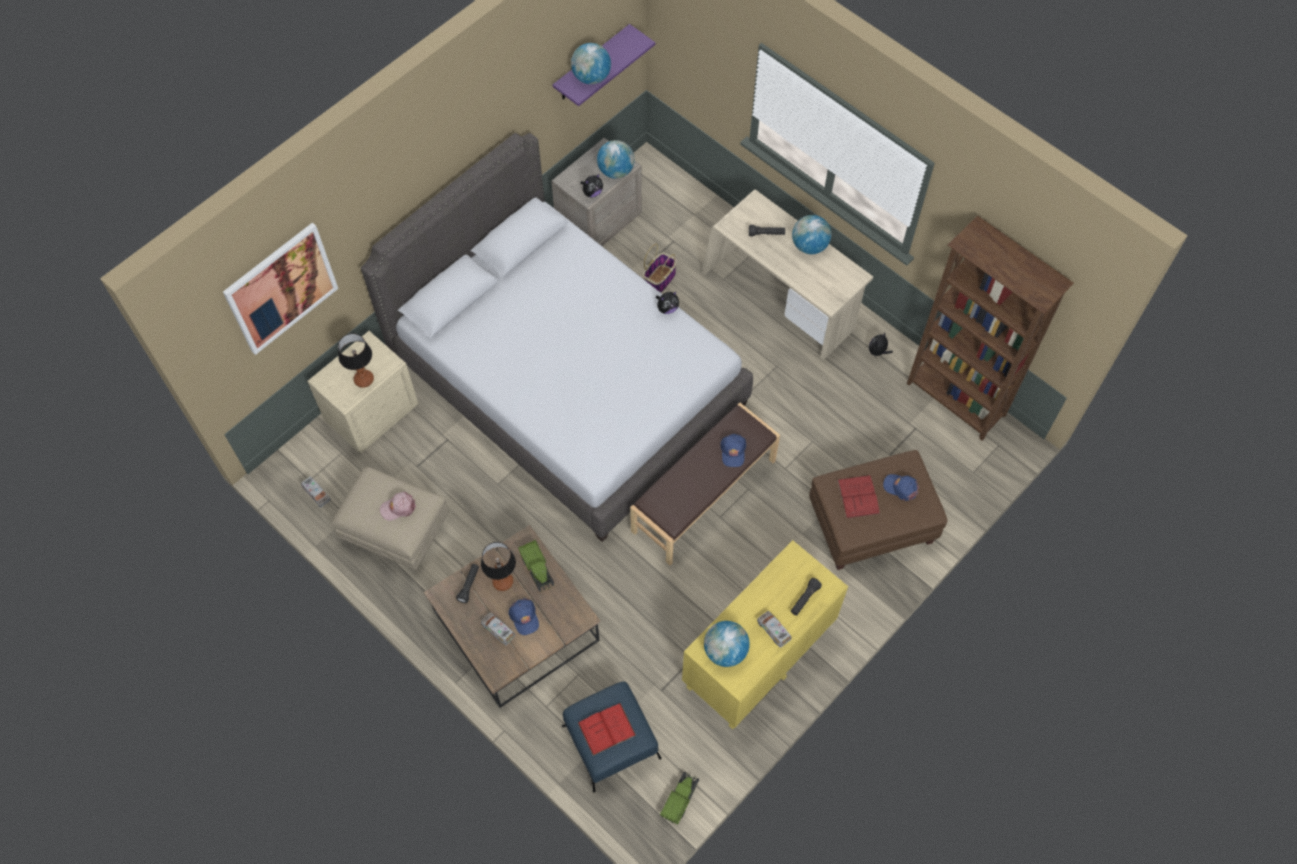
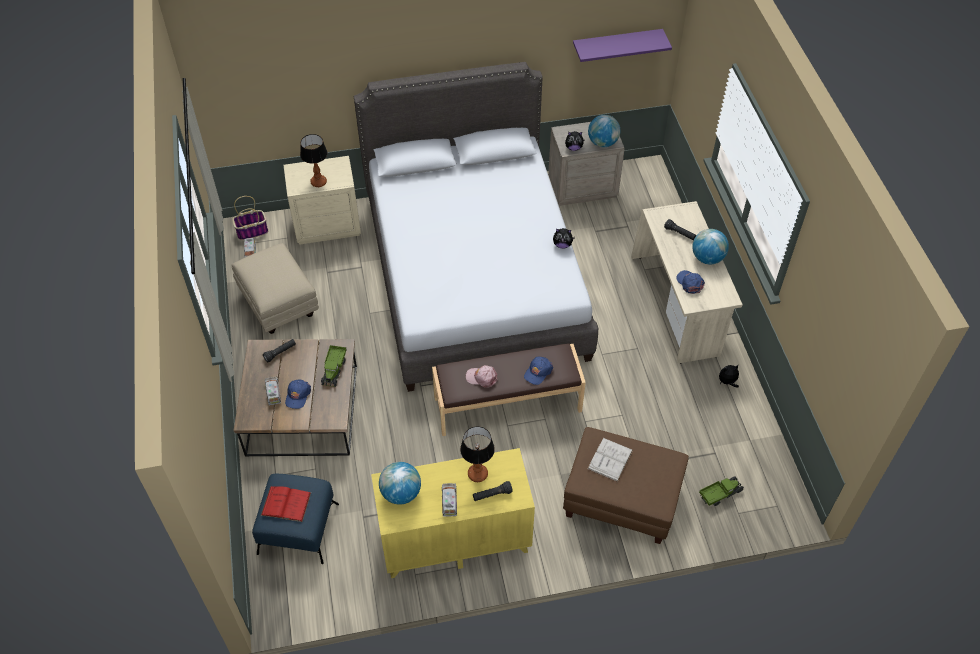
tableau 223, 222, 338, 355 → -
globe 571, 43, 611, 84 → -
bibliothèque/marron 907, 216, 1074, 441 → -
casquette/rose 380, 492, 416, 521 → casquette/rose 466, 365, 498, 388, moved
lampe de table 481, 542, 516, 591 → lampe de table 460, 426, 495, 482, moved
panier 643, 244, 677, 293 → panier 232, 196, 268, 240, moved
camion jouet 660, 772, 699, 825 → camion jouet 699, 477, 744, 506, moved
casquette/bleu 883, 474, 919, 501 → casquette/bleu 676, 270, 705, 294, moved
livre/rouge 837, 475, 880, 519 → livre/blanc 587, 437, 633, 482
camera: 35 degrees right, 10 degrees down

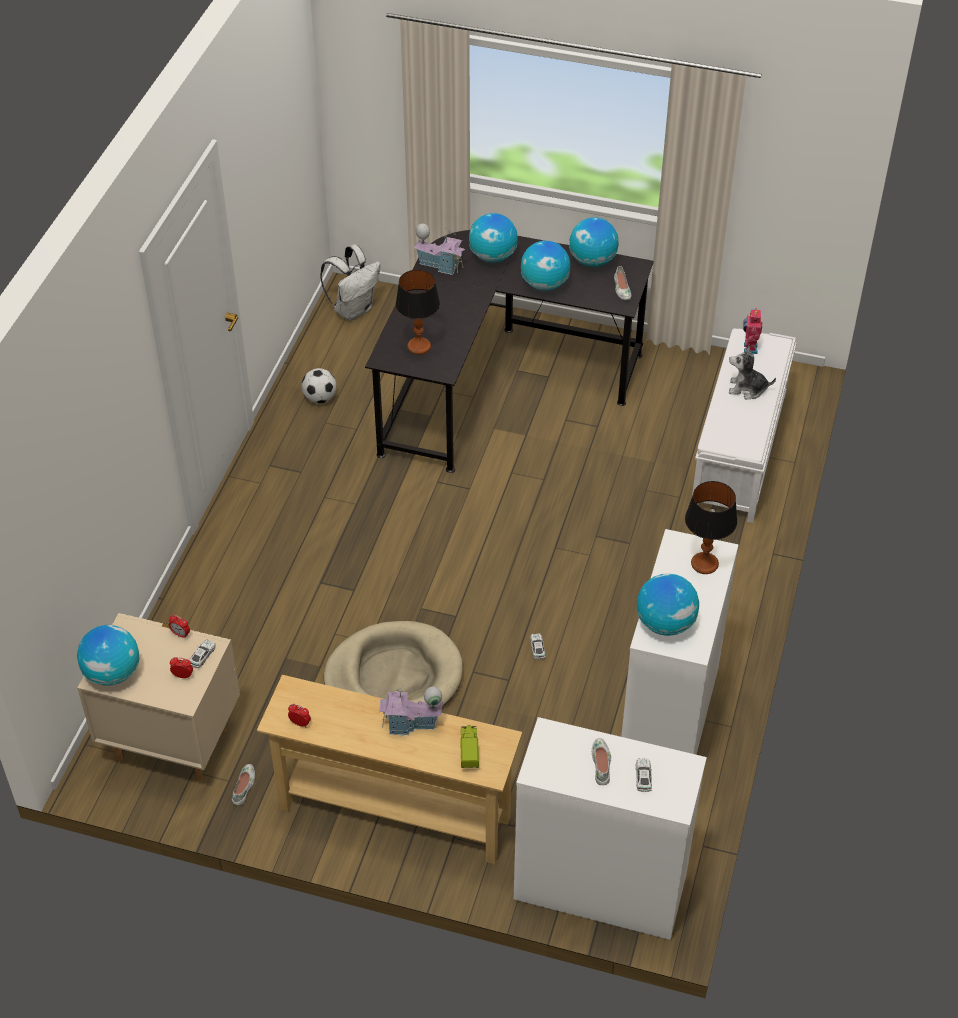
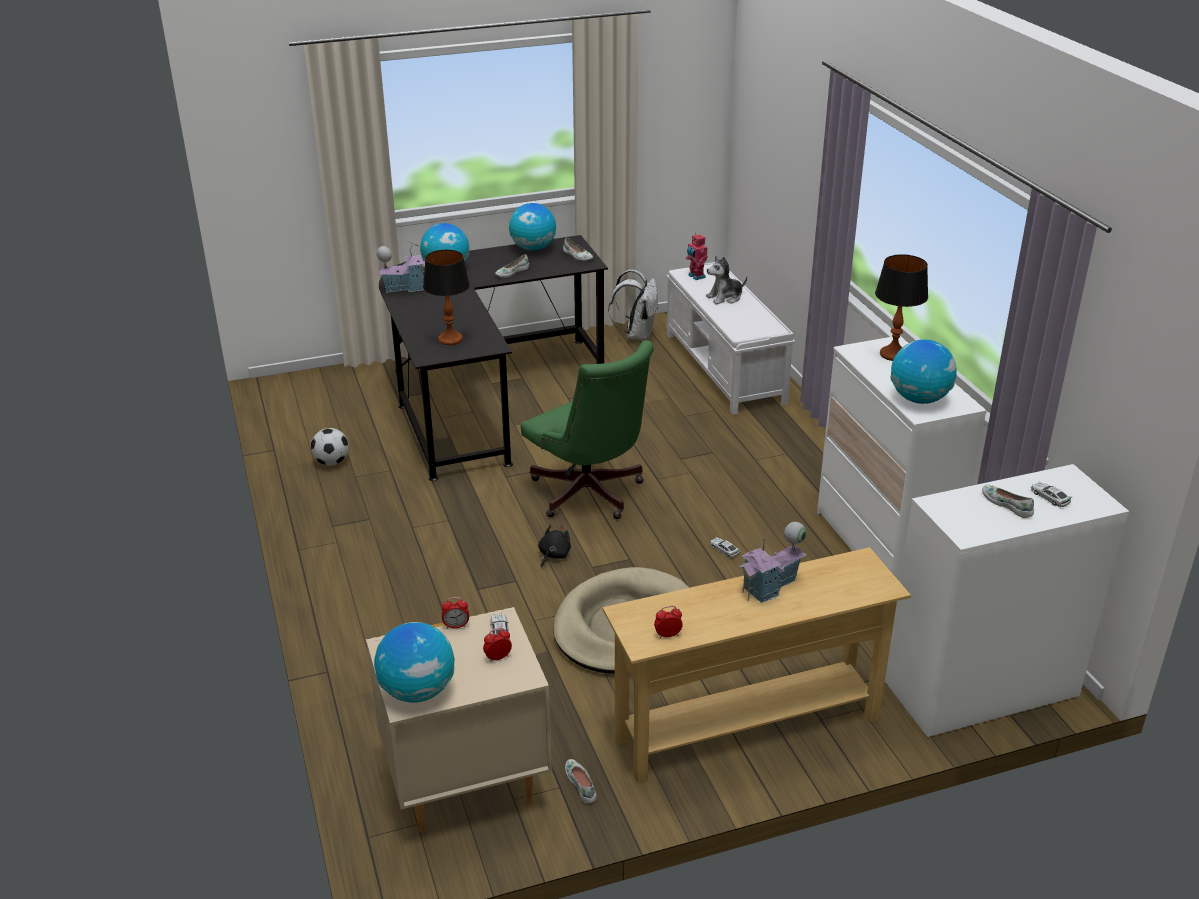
camion jouet 460, 725, 479, 768 → -
- → chaise de bureau/vert 521, 340, 654, 519
- → peluche/noir 538, 525, 571, 567
sac à dos/blanc 320, 244, 381, 320 → sac à dos/blanc 609, 269, 658, 341, moved
globe 521, 241, 570, 291 → chaussure/blanc 495, 254, 529, 277
camera: 35 degrees left, 15 degrees down

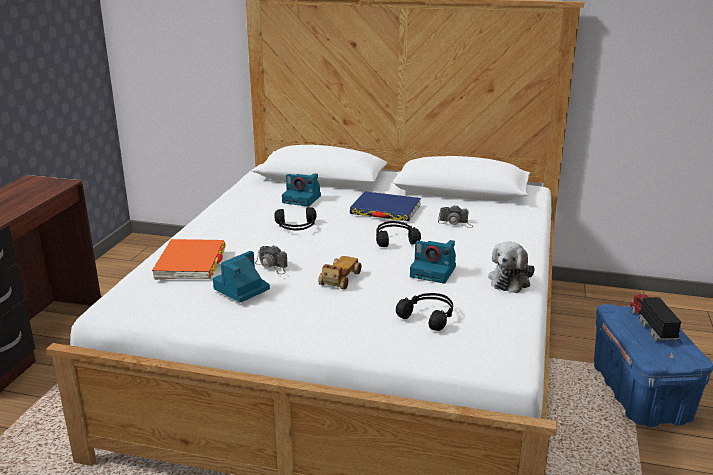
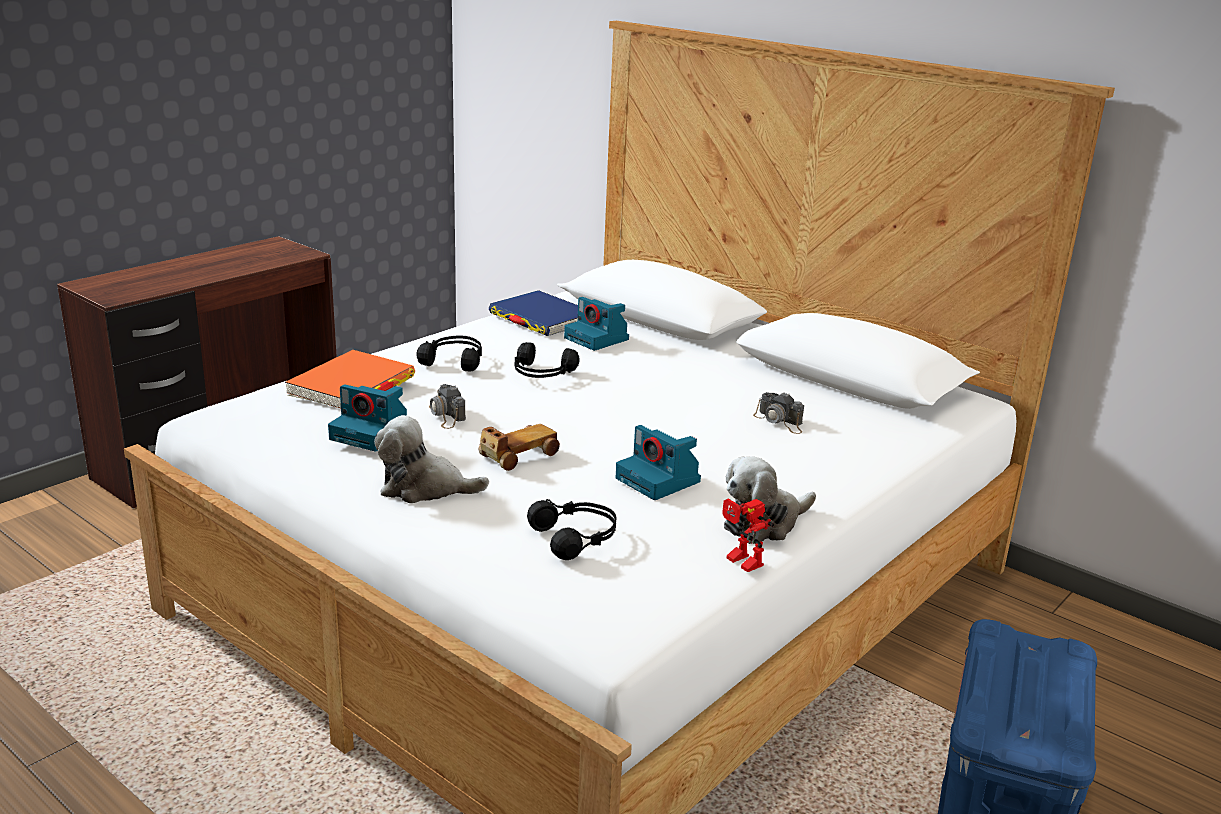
camion jouet 629, 292, 681, 342 → -
- → peluche 374, 415, 489, 503
- → robot jouet 722, 499, 774, 572
livre/bleu 350, 191, 421, 221 → livre/bleu 489, 290, 578, 336, moved
casque audio/noir 376, 221, 421, 247 → casque audio/noir 417, 336, 482, 371, moved
appareil photo 213, 251, 270, 303 → appareil photo 328, 384, 407, 451, 135 degrees counterclockwise
camera: 25 degrees right, 0 degrees up

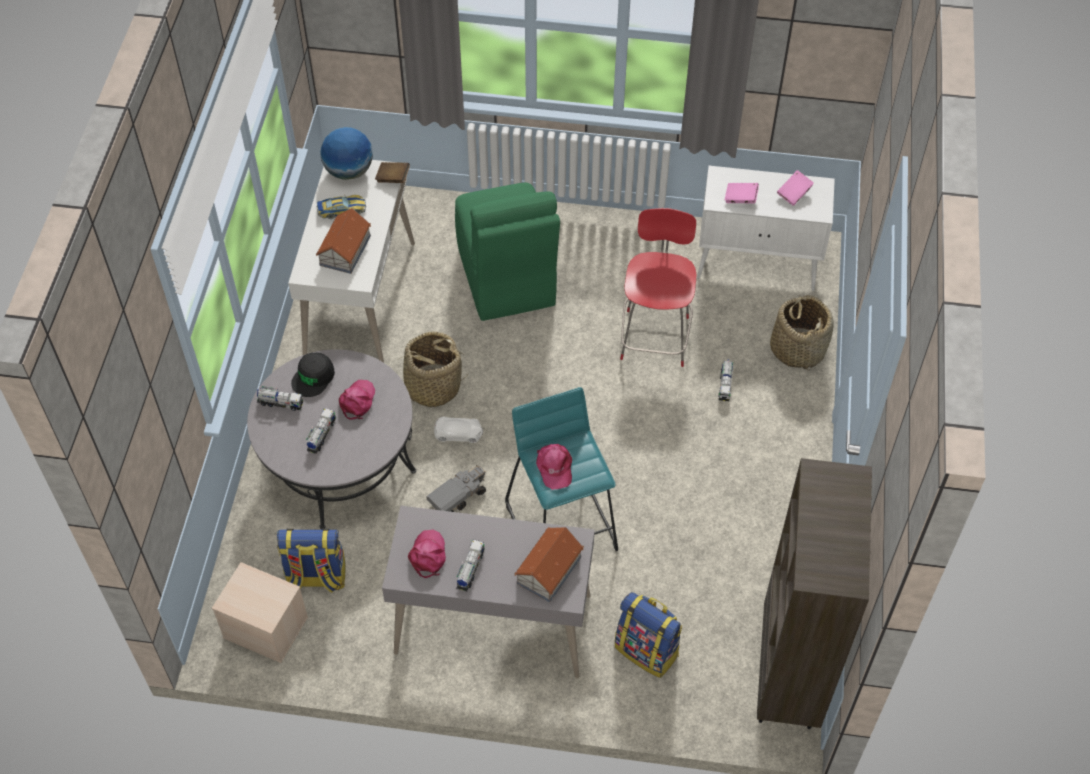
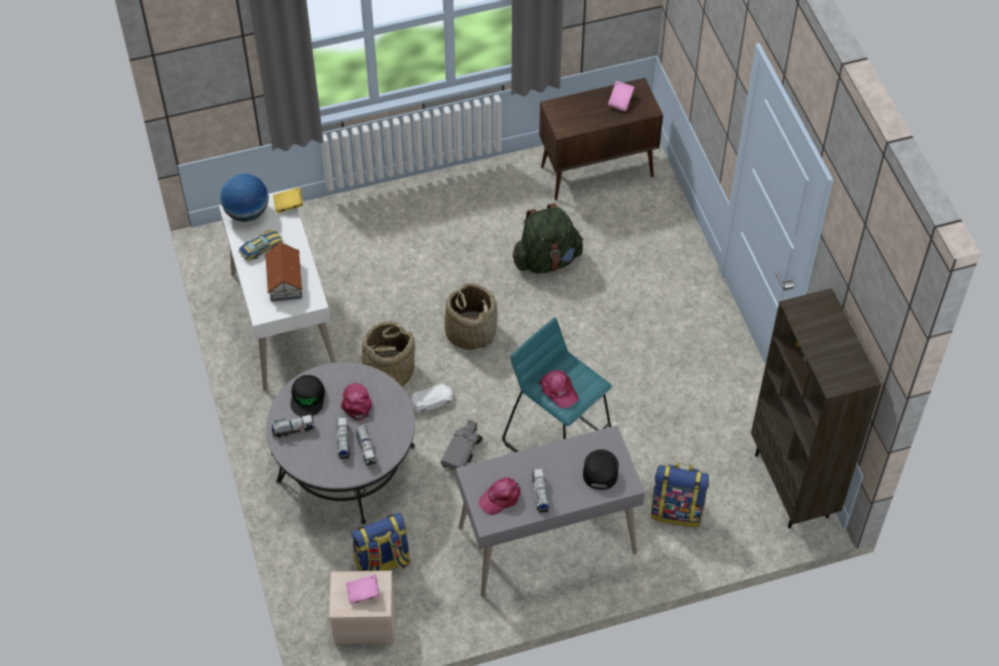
chaise/vert 455, 183, 560, 321 → -
camion jouet 718, 359, 733, 401 → camion jouet 356, 424, 376, 466, moved
livre/rose 725, 183, 759, 203 → livre/rose 346, 574, 380, 604, moved
panier 770, 294, 834, 370 → panier 445, 283, 498, 350, moved
maison miniature 514, 527, 584, 602 → casquette/noir 583, 449, 619, 490
chaise/rouge 620, 208, 696, 367 → sac à dos/vert 513, 203, 584, 274
livre/marron 375, 162, 410, 183 → livre/jaune 273, 187, 303, 213
meuble de rangement/blanc 697, 166, 835, 291 → meuble de rangement/marron 539, 78, 663, 200
casquette/rose 408, 530, 446, 578 → casquette/rose 478, 477, 521, 515, 105 degrees counterclockwise
camera: 25 degrees left, 0 degrees up

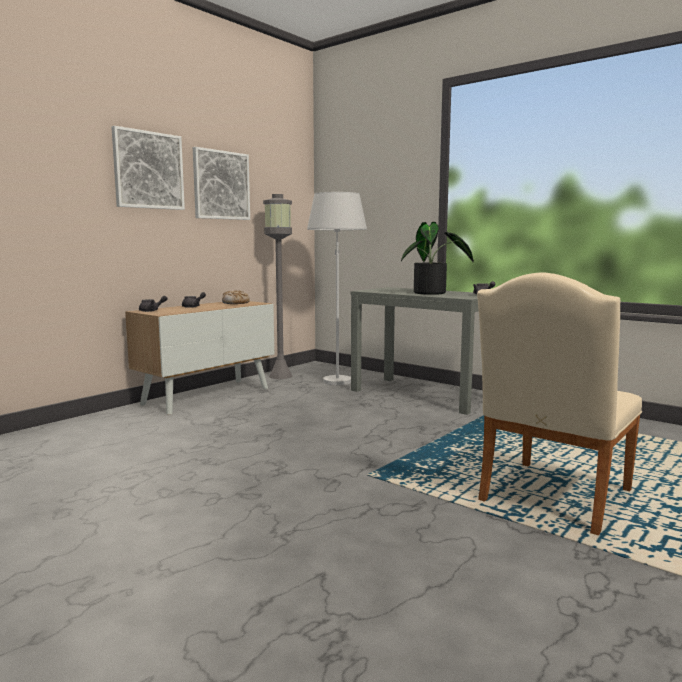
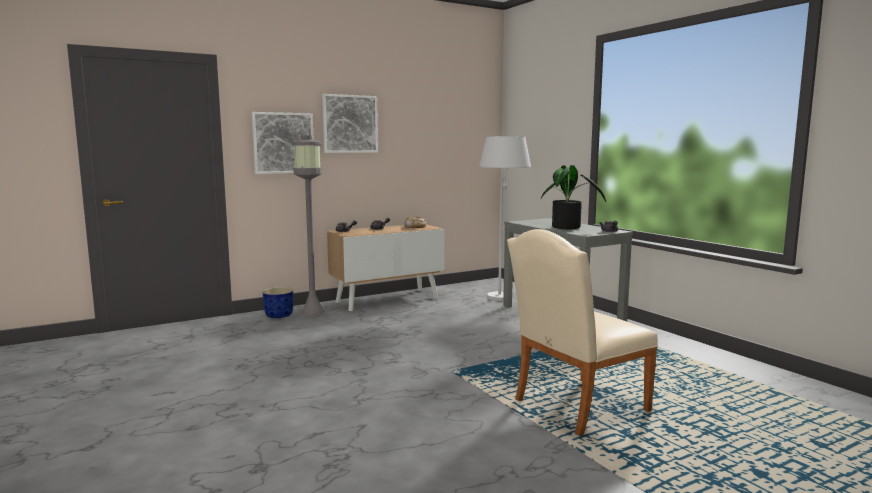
- → cache-pot/bleu 263, 287, 293, 318
tableau 193, 147, 250, 220 → tableau 252, 112, 314, 174, moved
lampadaire/gris 263, 194, 293, 379 → lampadaire/gris 292, 135, 325, 316, moved
camera: 20 degrees right, 0 degrees up

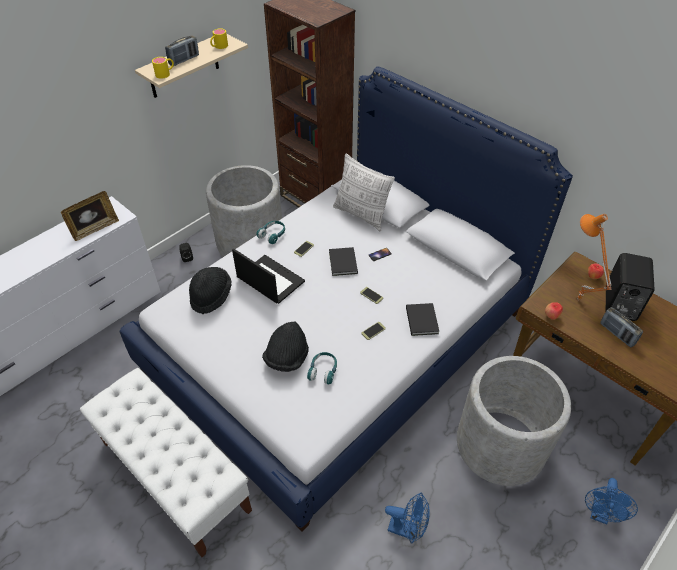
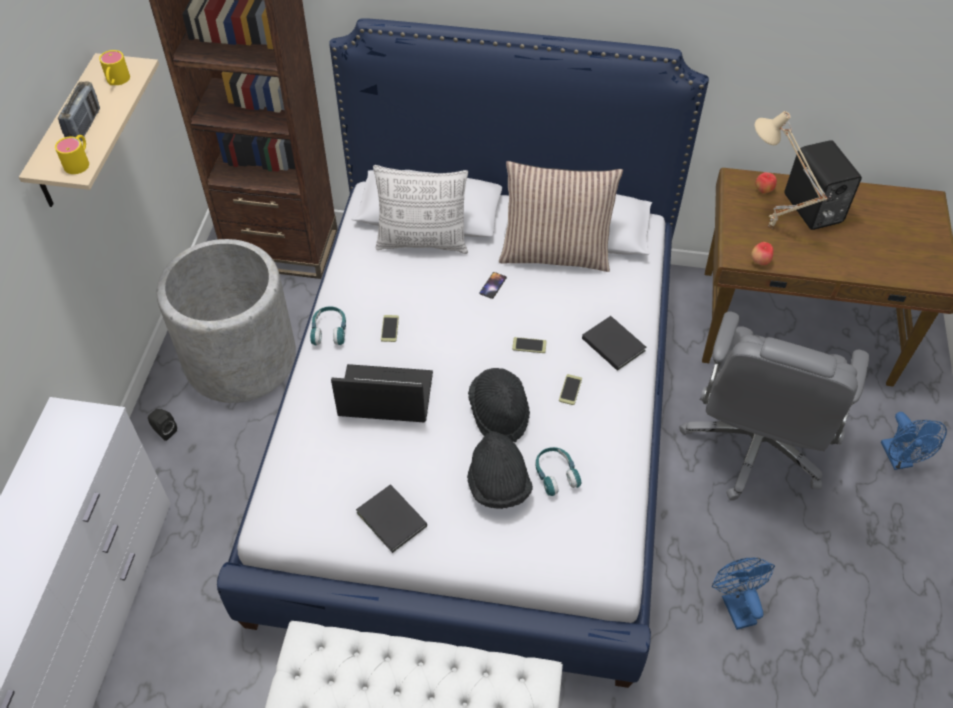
cadre photo 61, 191, 119, 241 → -
radio 600, 307, 643, 347 → -
- → coussin 499, 161, 623, 272
chapeau/noir 189, 267, 232, 314 → chapeau/noir 468, 368, 530, 442, moved
livre/noir 329, 247, 358, 276 → livre/noir 356, 484, 427, 553, moved
cache-pot/gris 457, 356, 571, 486 → chaise de bureau/gris 679, 311, 869, 501
lampe de table/orange 577, 214, 612, 301 → lampe de table/beige 755, 111, 828, 228
ventilateur/bleu 385, 493, 430, 544 → ventilateur/bleu 712, 557, 775, 630, 90 degrees counterclockwise
camera: 35 degrees left, 5 degrees up

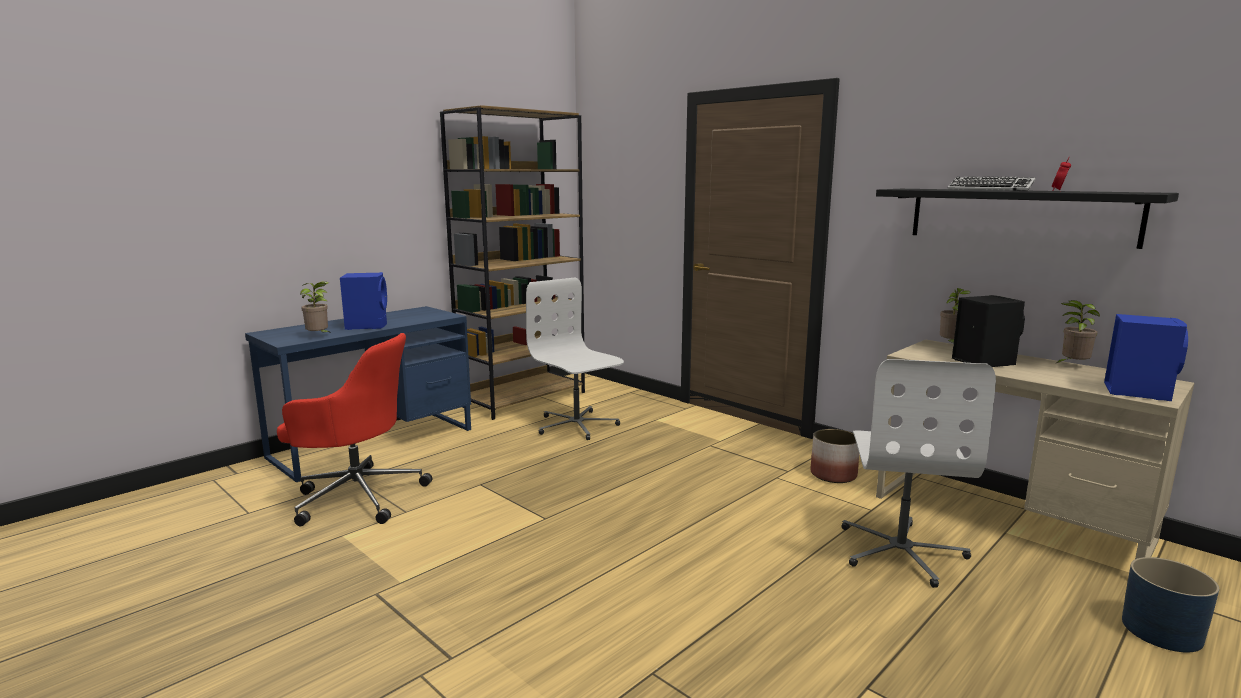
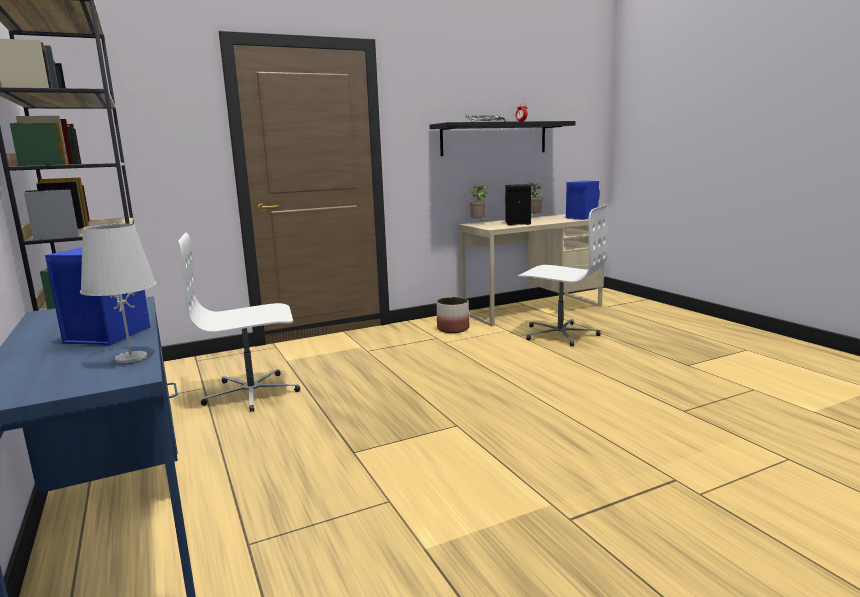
chaise de bureau/rouge 277, 333, 432, 526 → -
cache-pot/bleu 1122, 557, 1219, 652 → -
plante en pot 300, 281, 329, 332 → lampe de table/blanc 80, 223, 157, 363
camera: 70 degrees left, 0 degrees up

